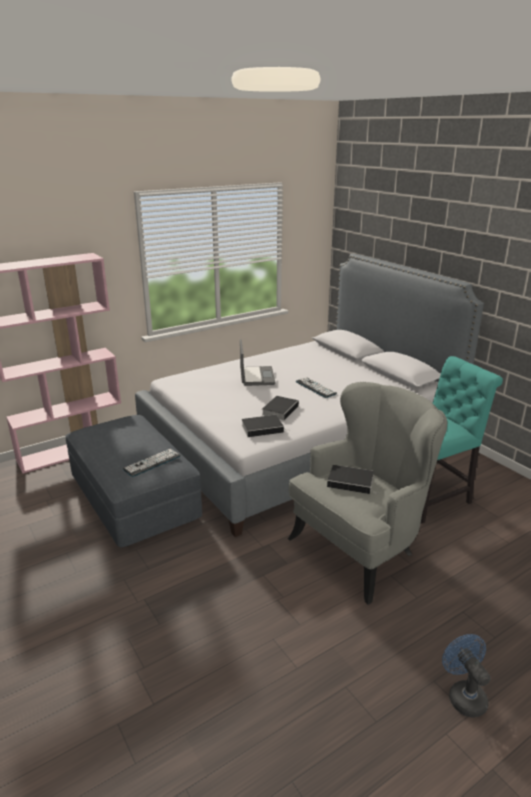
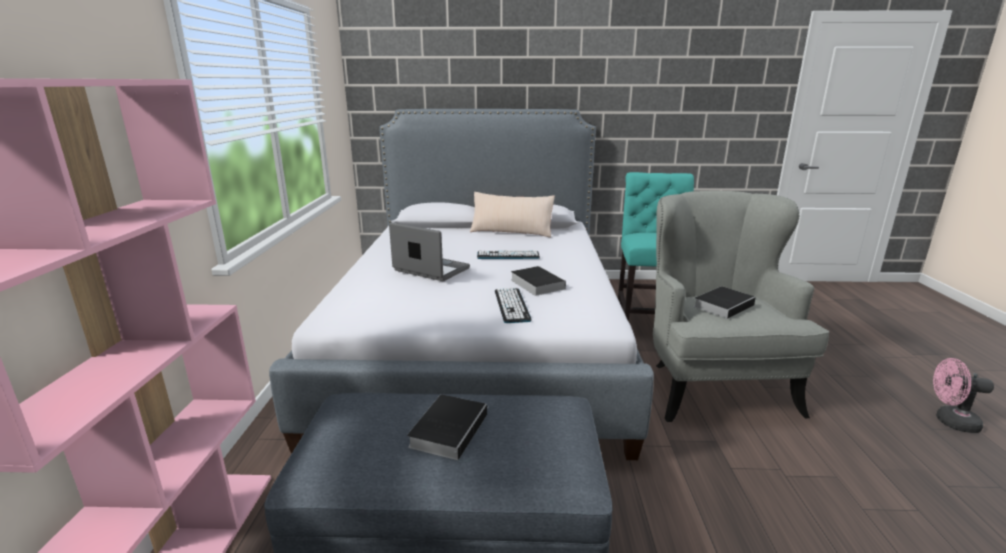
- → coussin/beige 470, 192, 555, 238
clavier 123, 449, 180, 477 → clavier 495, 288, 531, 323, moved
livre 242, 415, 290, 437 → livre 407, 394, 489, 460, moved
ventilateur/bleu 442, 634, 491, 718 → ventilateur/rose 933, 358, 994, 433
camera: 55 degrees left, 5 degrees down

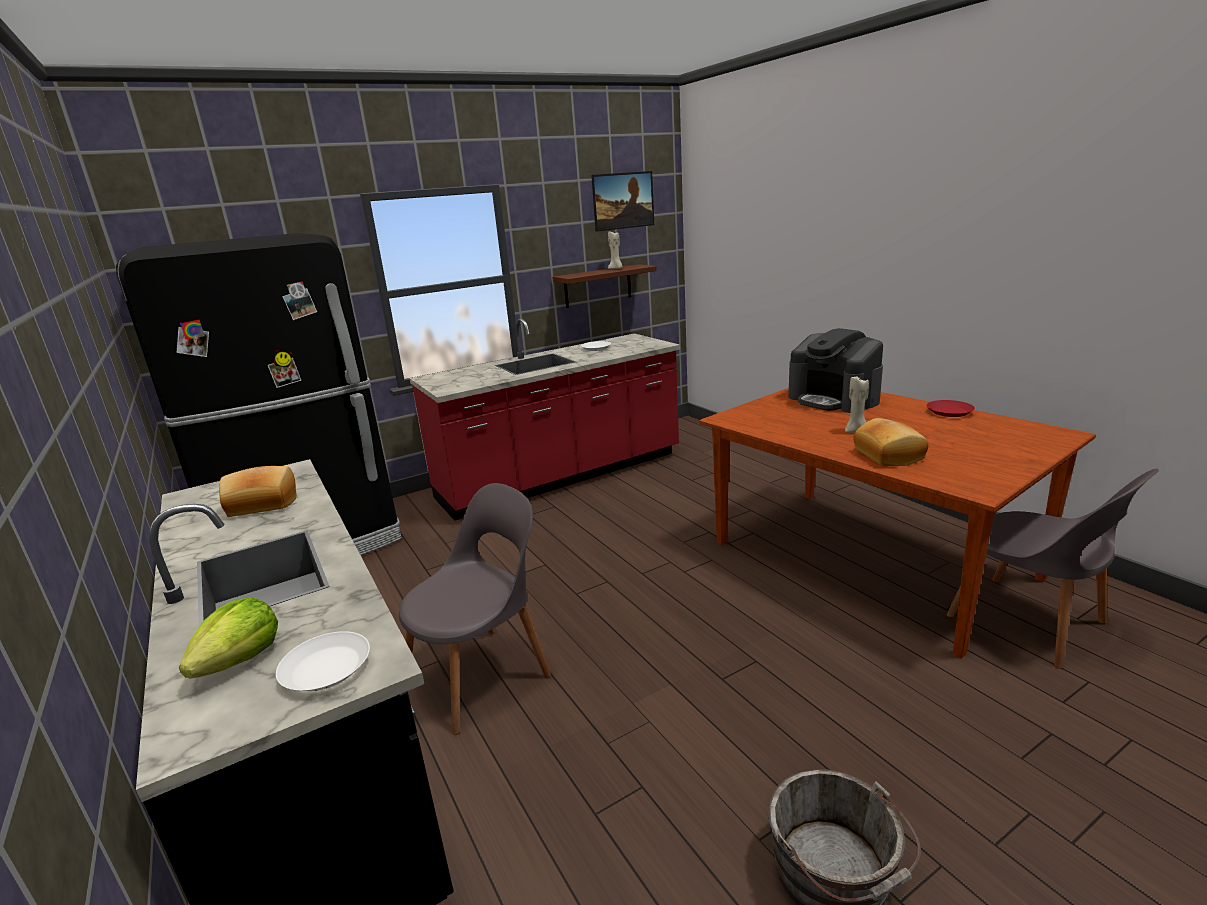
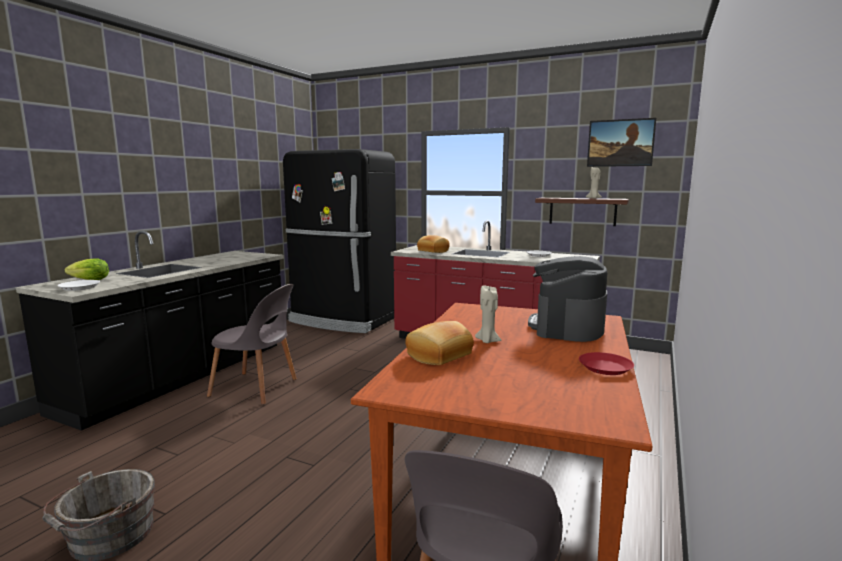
pain 219, 466, 297, 517 → pain 417, 235, 450, 253, moved
camera: 55 degrees right, 10 degrees down

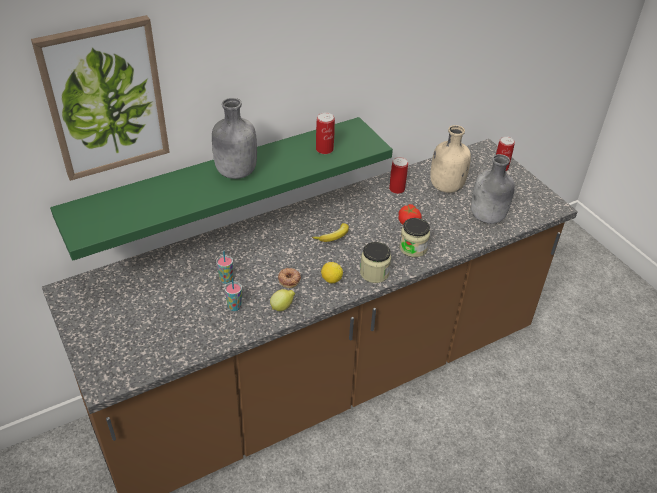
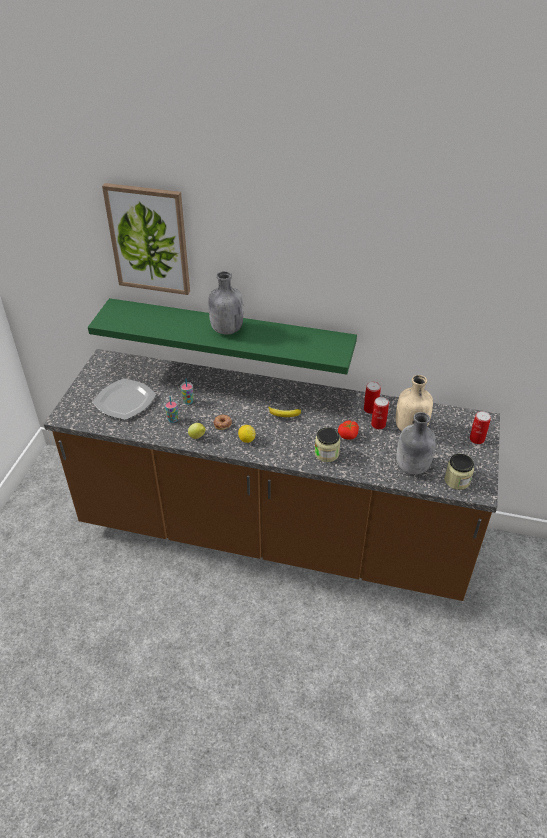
- → assiette 92, 378, 156, 420
boîte métallique 316, 112, 335, 154 → boîte métallique 371, 397, 389, 429, moved
bocal 360, 242, 391, 283 → bocal 444, 454, 474, 490, moved
camera: 45 degrees right, 0 degrees up

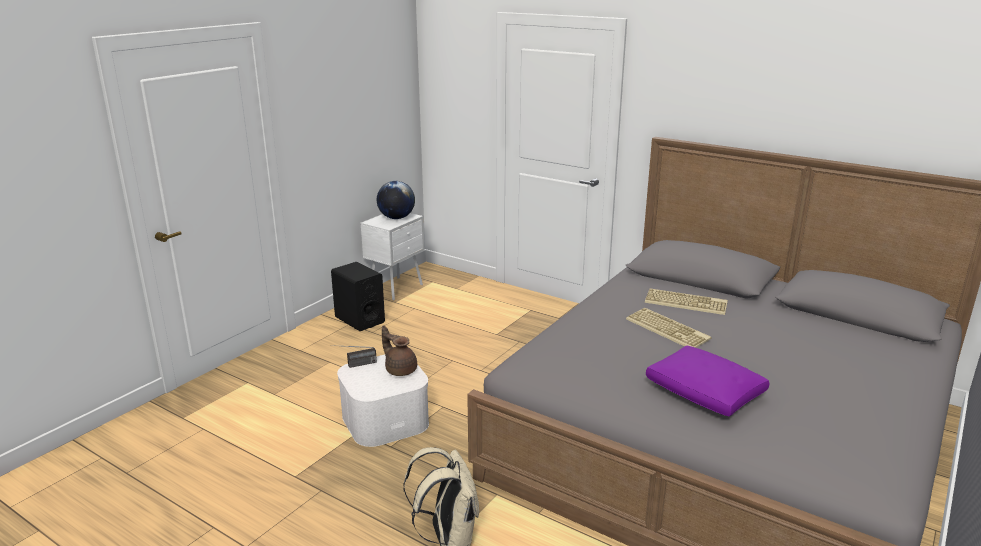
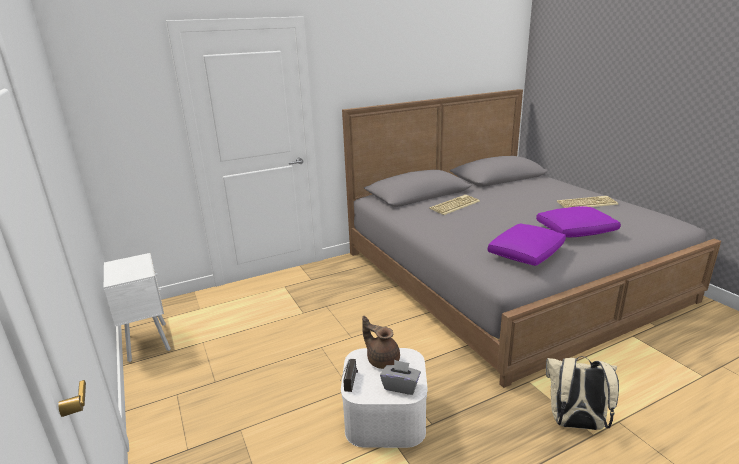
enceinte/noir 331, 262, 385, 331 → -
globe 377, 181, 415, 219 → -
- → boîte à mouchoirs/gris 380, 360, 421, 395
- → coussin/violet 488, 223, 566, 266
clavier 626, 308, 712, 348 → clavier 557, 196, 619, 208, moved
théière/marron 382, 325, 417, 376 → théière/marron 362, 316, 400, 369, 60 degrees clockwise
camera: 60 degrees left, 0 degrees up

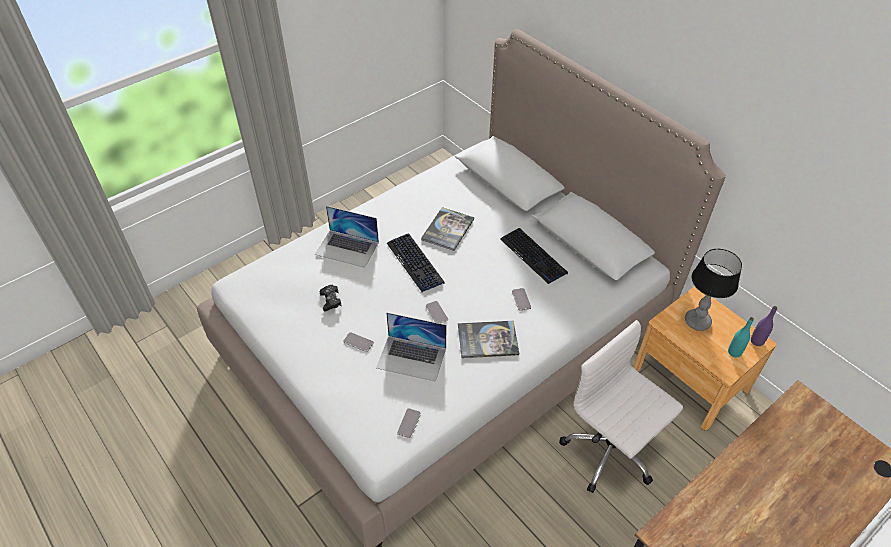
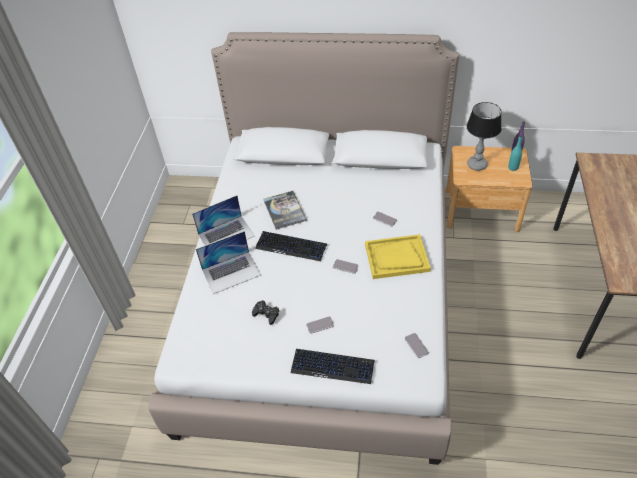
chaise de bureau/blanc 559, 320, 683, 493 → -
ordinateur portable 376, 312, 446, 382 → ordinateur portable 192, 195, 255, 246, moved
clavier 500, 228, 568, 284 → clavier 291, 349, 375, 384, moved
livre 458, 321, 519, 358 → plateau/jaune 365, 234, 431, 279
camera: 40 degrees left, 0 degrees up

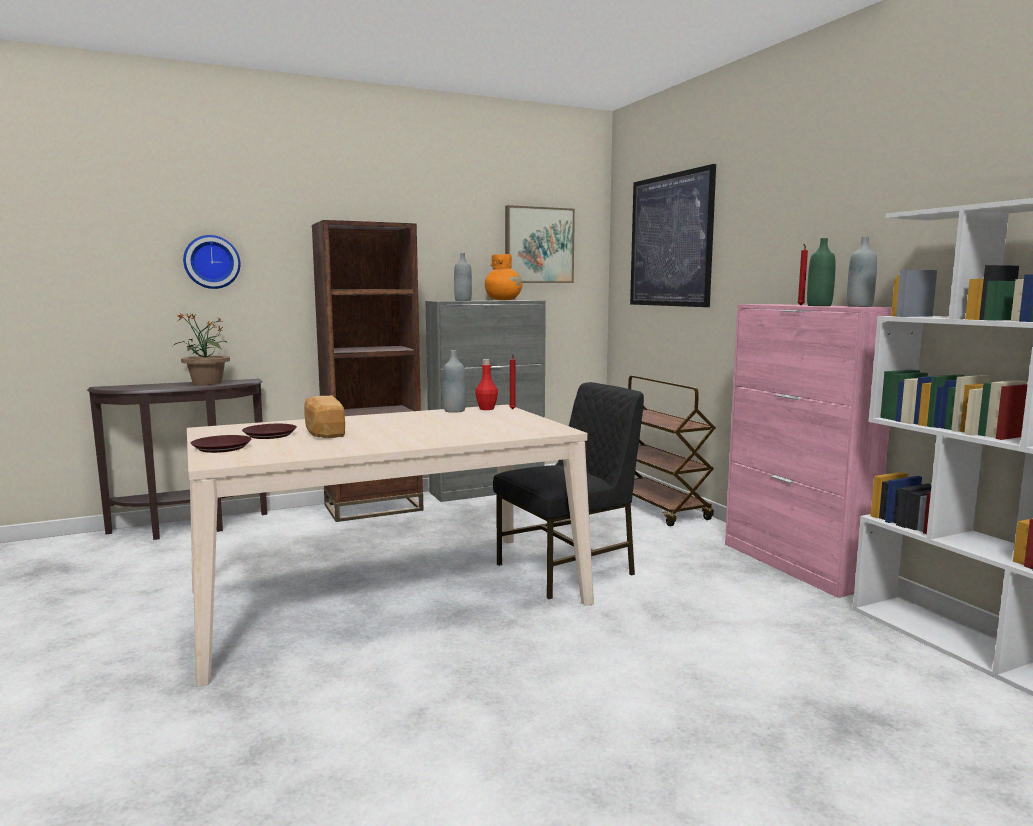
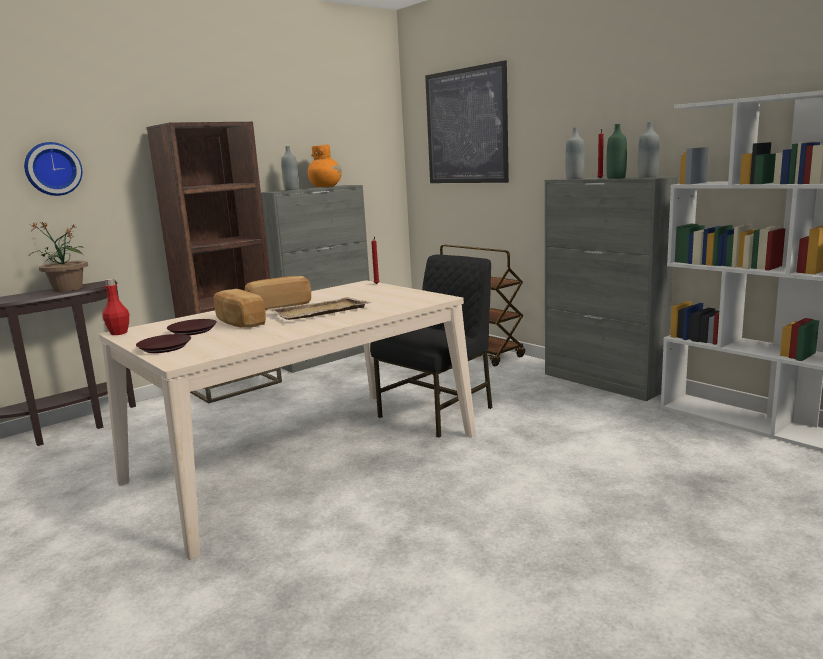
tableau 505, 205, 575, 283 → -
- → pain 245, 276, 311, 310
- → plateau/beige 267, 297, 371, 320
bouteille/gris 443, 350, 466, 413 → bouteille/gris 565, 127, 585, 179, moved
bouteille/rouge 475, 359, 498, 410 → bouteille/rouge 102, 279, 129, 335, moved
meuble de rangement/rose 725, 304, 892, 598 → meuble de rangement/gris 545, 176, 678, 401
camera: 15 degrees left, 5 degrees up

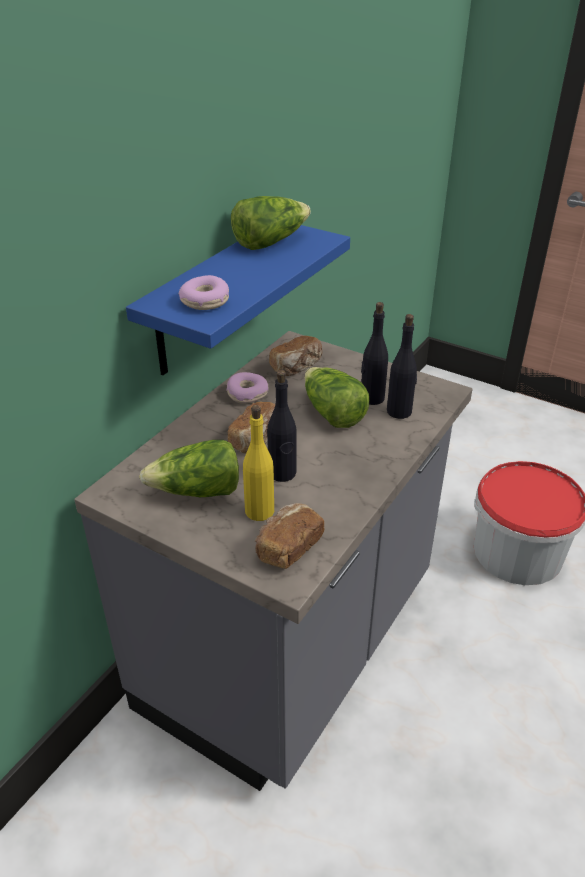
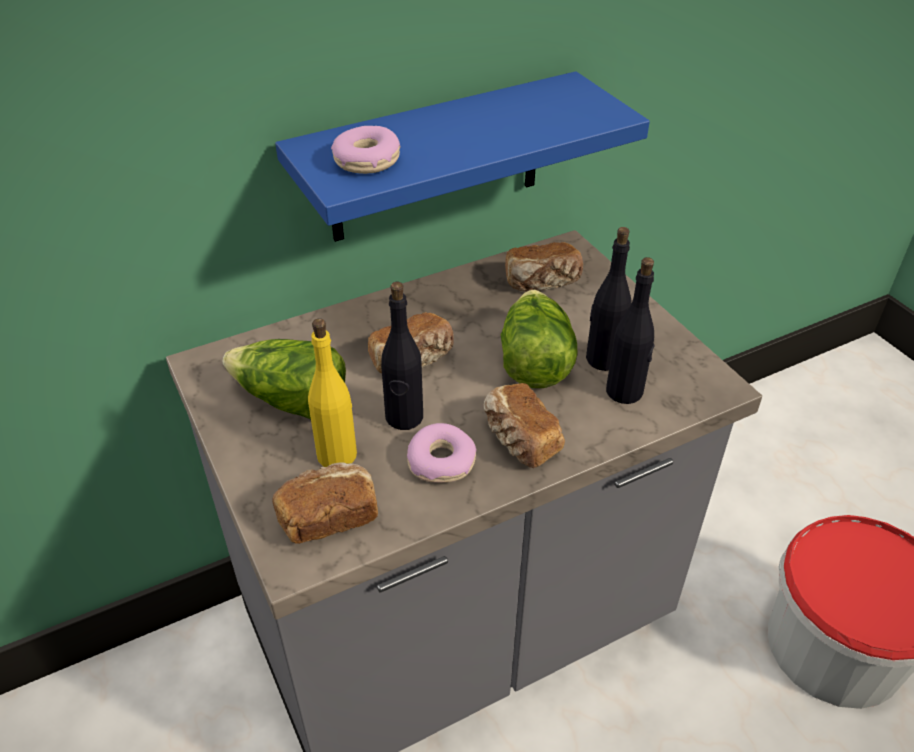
laitue 231, 196, 311, 250 → -
- → pain 484, 383, 565, 468
beignet 226, 372, 268, 404 → beignet 407, 423, 477, 483, moved
camera: 30 degrees right, 5 degrees up

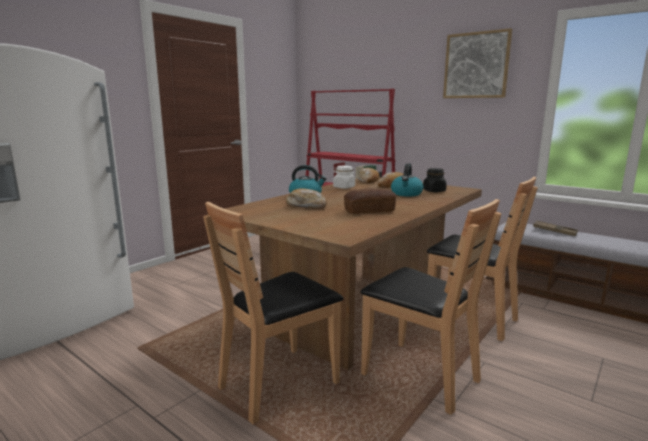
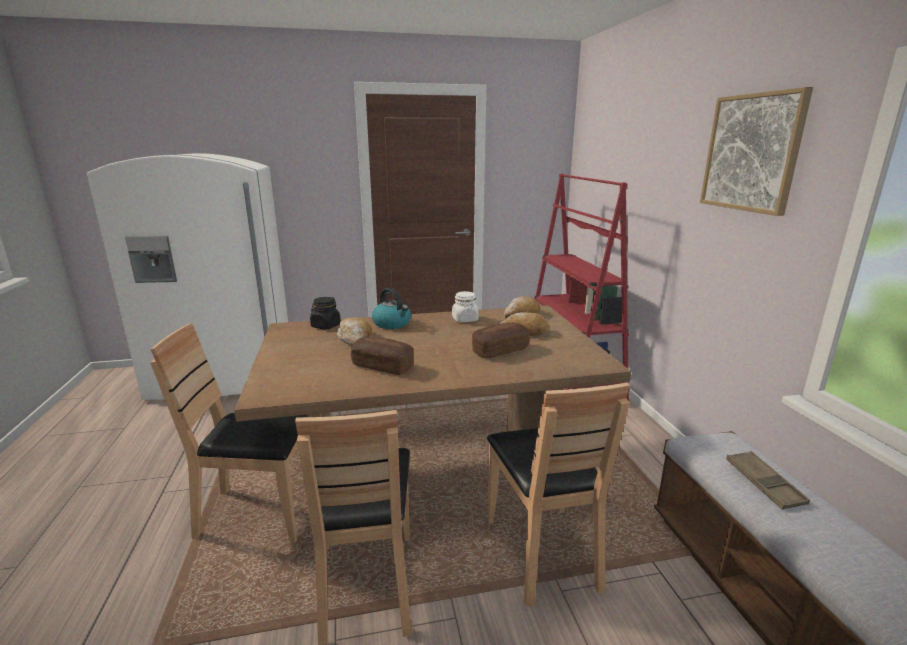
bocal/noir 423, 168, 447, 192 → bocal/noir 310, 297, 341, 329, moved
bouilloire 391, 163, 423, 196 → pain 472, 323, 530, 358
camera: 40 degrees right, 5 degrees up

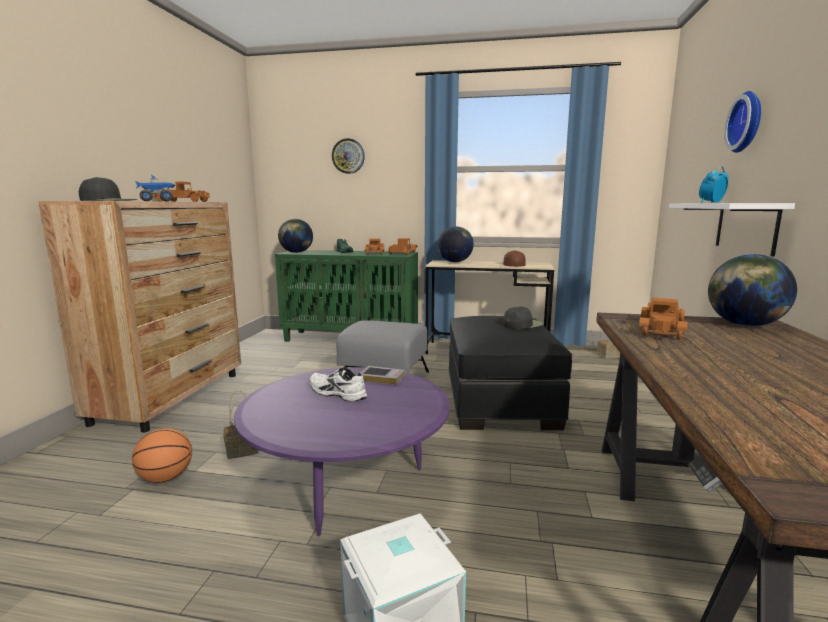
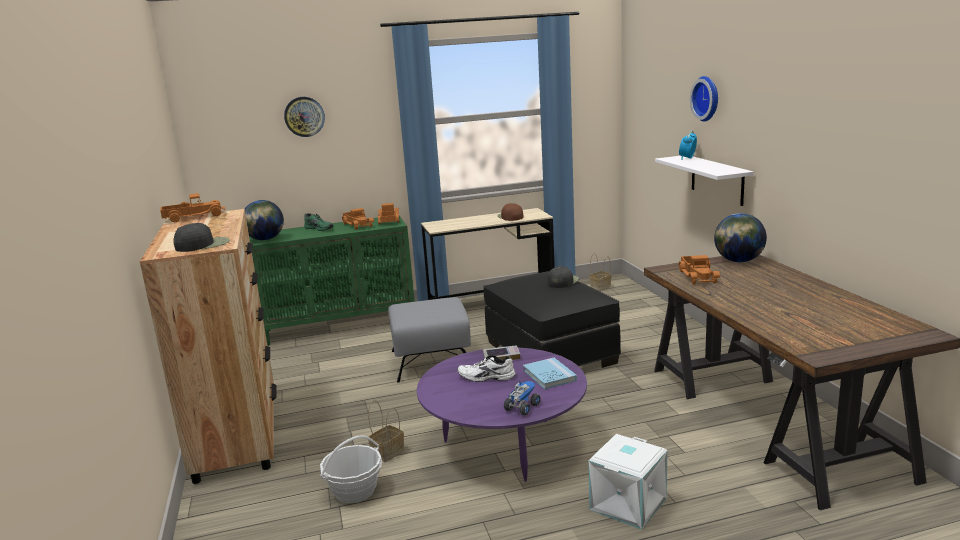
globe 437, 226, 474, 262 → -
- → livre/bleu 523, 358, 577, 389
camion jouet 135, 175, 175, 201 → camion jouet 504, 381, 541, 415, moved
ballon de basket 132, 428, 192, 483 → panier 320, 435, 382, 504
camera: 25 degrees left, 5 degrees up

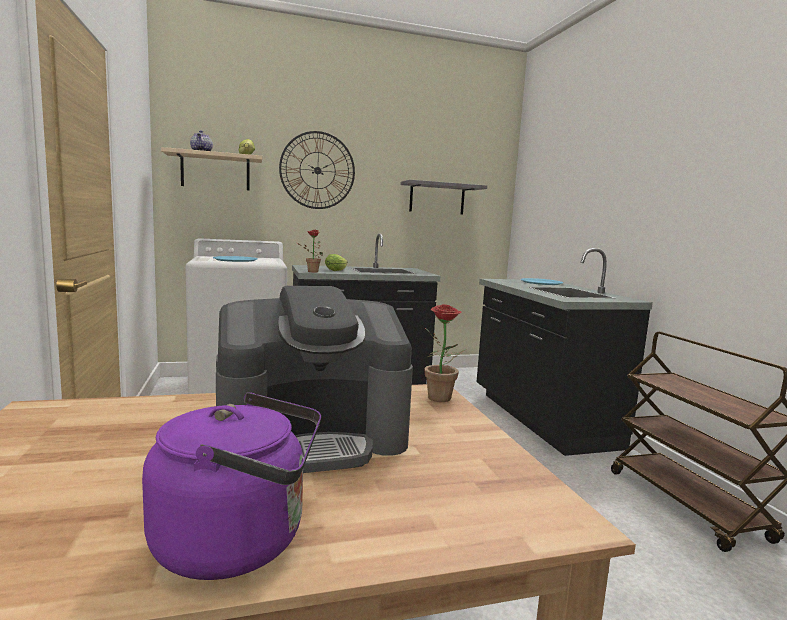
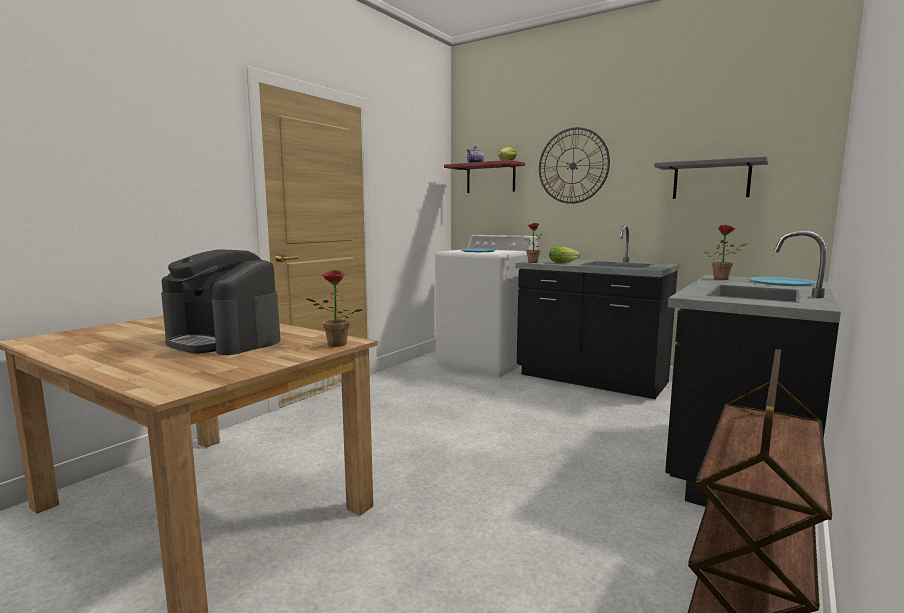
bouilloire/violet 142, 393, 321, 580 → -
- → plante en pot 704, 225, 748, 280
étagère/beige 161, 147, 262, 190 → étagère/rouge 444, 160, 525, 193
camera: 50 degrees right, 0 degrees up

